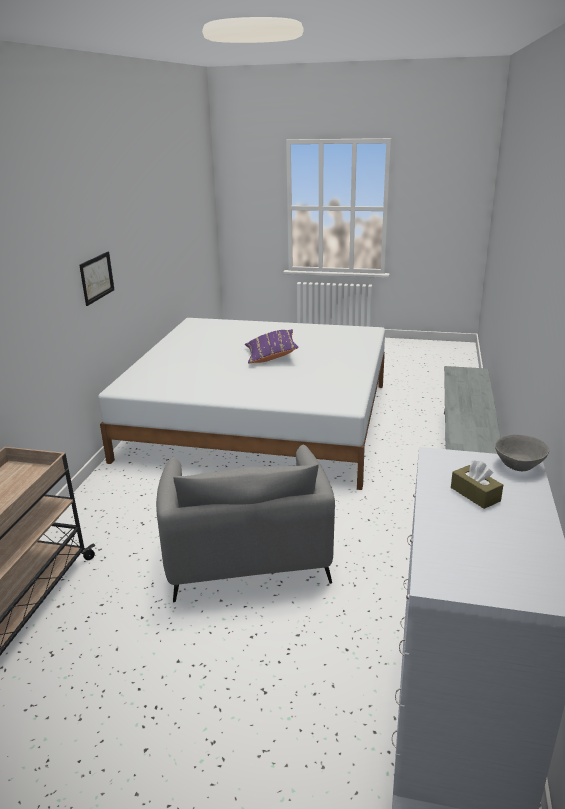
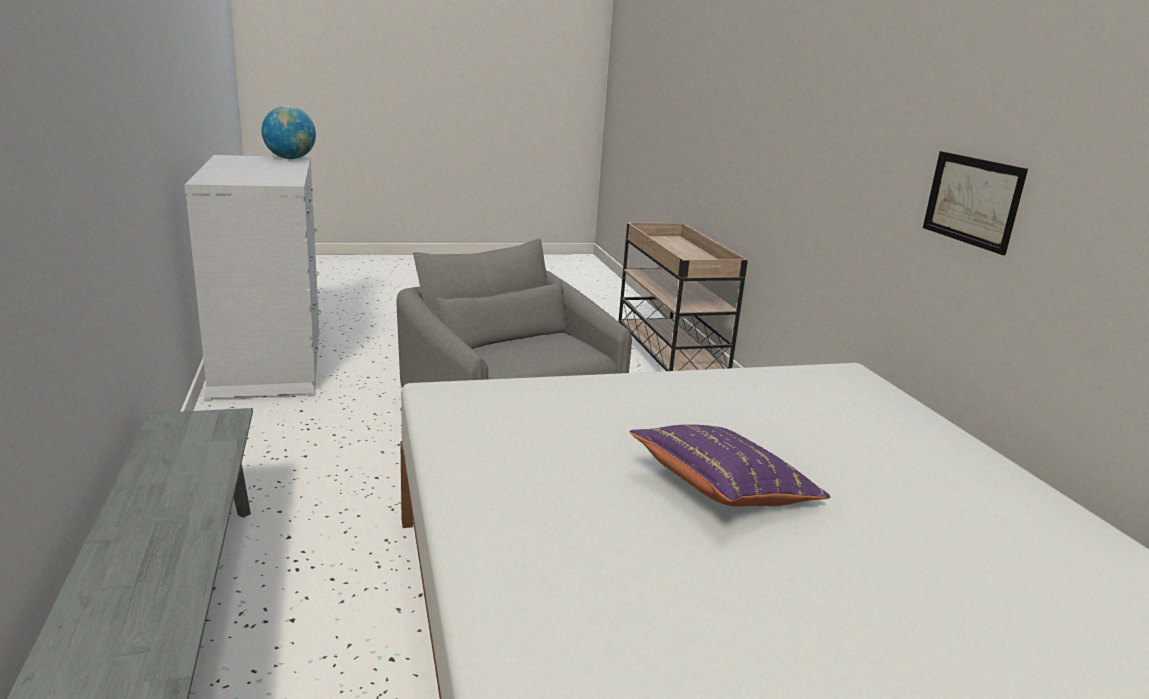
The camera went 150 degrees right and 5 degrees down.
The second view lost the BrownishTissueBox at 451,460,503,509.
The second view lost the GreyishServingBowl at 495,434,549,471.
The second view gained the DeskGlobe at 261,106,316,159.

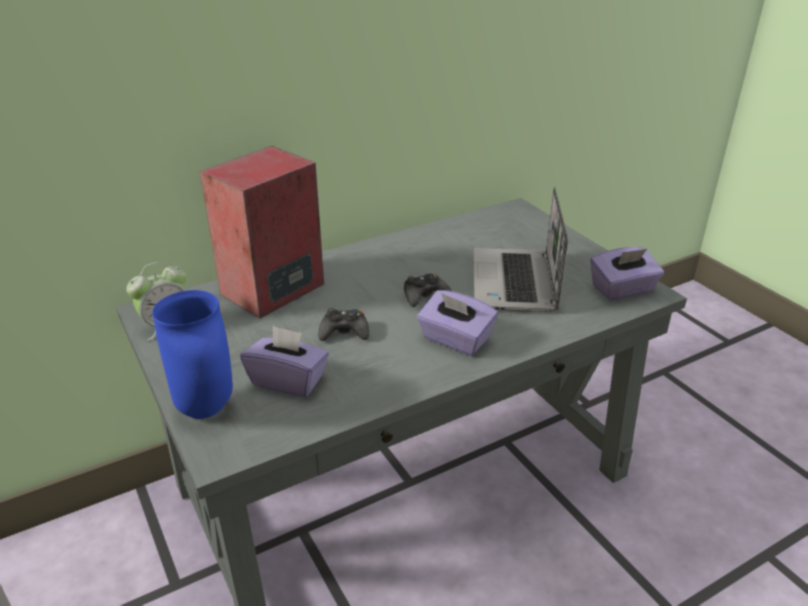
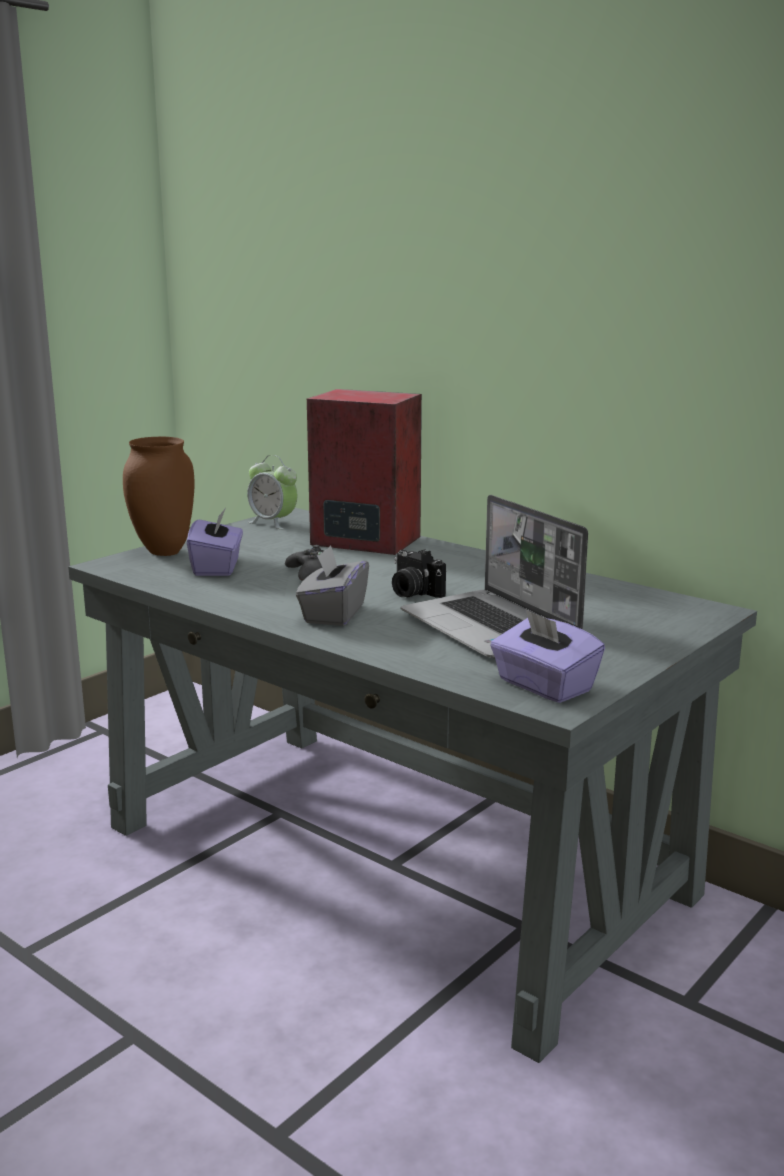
The camera went 70 degrees right and 15 degrees down.
Where the BlackishGamepad stood at 404,273,452,307, the StillCamera came to stand at 392,549,446,598.
What was the BlueColouredVase at 152,290,233,419 turned into the BrownishVase at 123,437,195,556.
What was the PurpleColouredTissueBox at 417,290,498,356 turned into the GreyishTissueBox at 296,545,369,626.
The NotebookComputer at 473,187,568,312 ended up facing another way, 105 degrees counterclockwise from before.

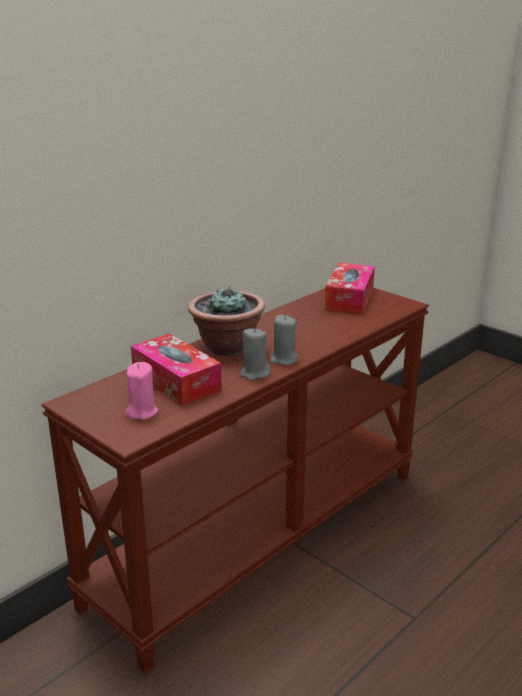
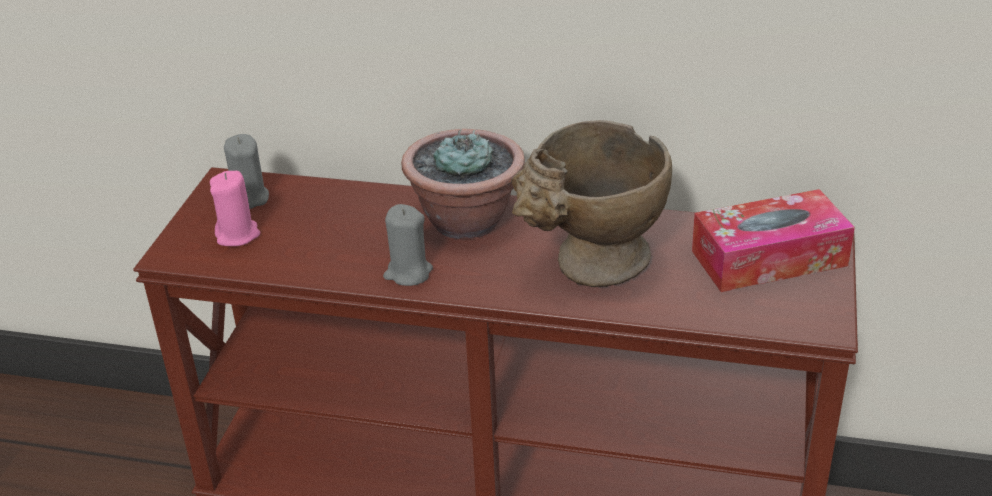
The camera went 60 degrees right and 10 degrees up.
The second view lost the TissueBox at 131,334,222,406.
The second view gained the SandColouredVase at 511,120,672,287.
The GreyishCandle ended up elsewhere, having gone from 270,315,298,365 to 224,134,269,209.

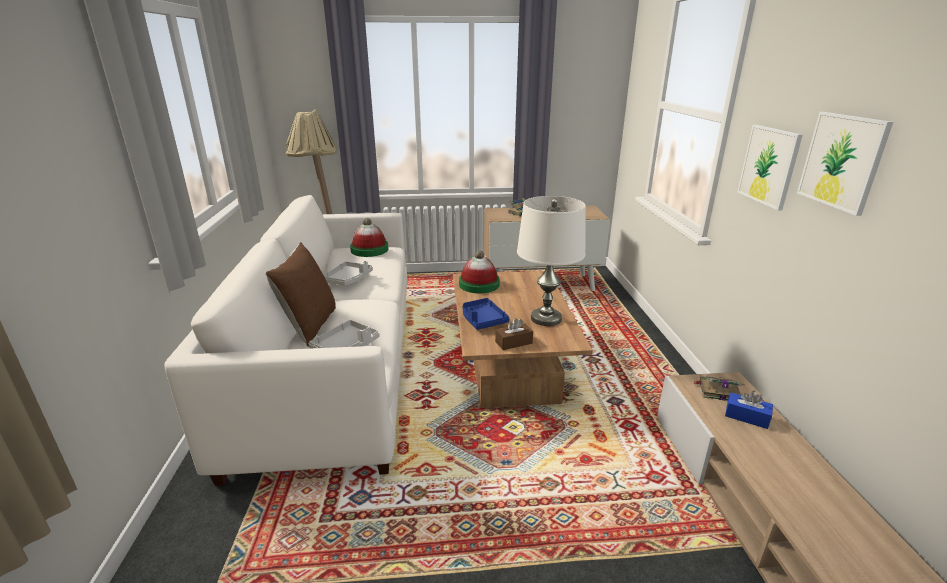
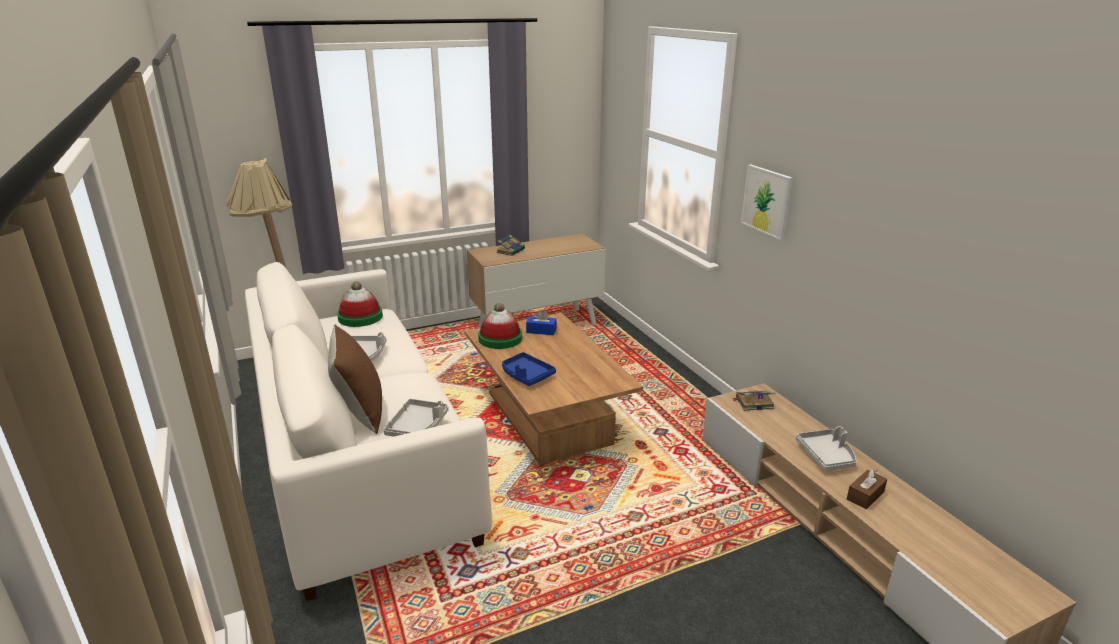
The camera went 20 degrees left and 0 degrees up.
The second view lost the WhitishLampForATable at 517,196,586,326.
The second view lost the WallArt at 797,112,893,216.
The second view gained the GreyishTray at 796,426,856,471.
The BrownishTissueBox ended up elsewhere, having gone from 495,318,533,350 to 847,468,887,509.
The BlueColouredTissueBox ended up elsewhere, having gone from 725,391,773,429 to 526,310,557,335.

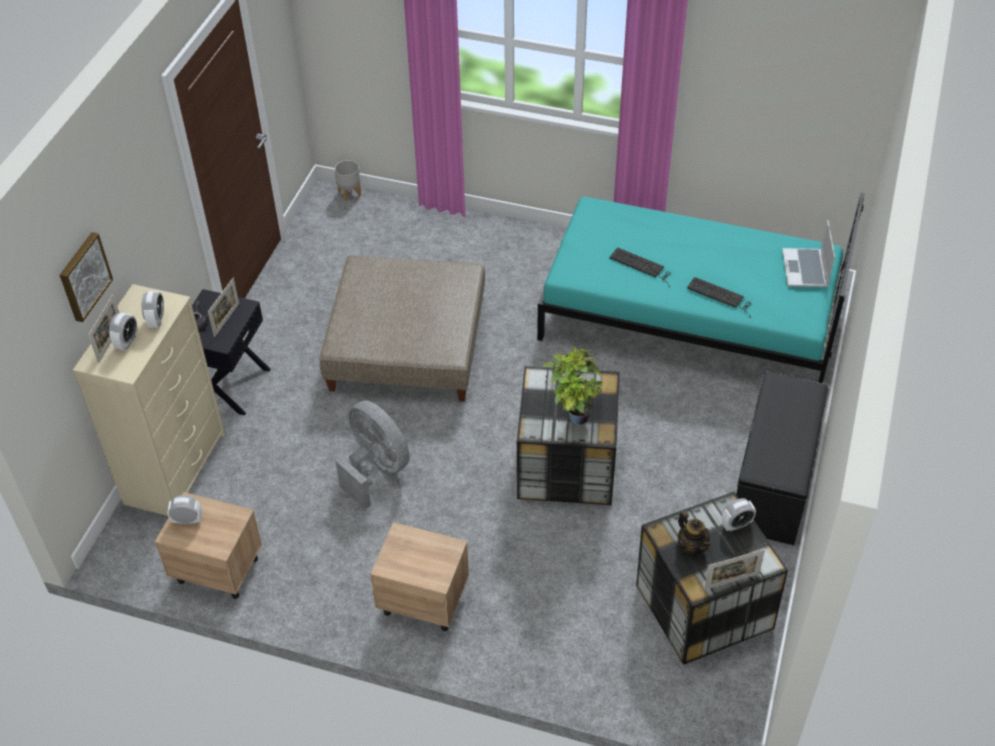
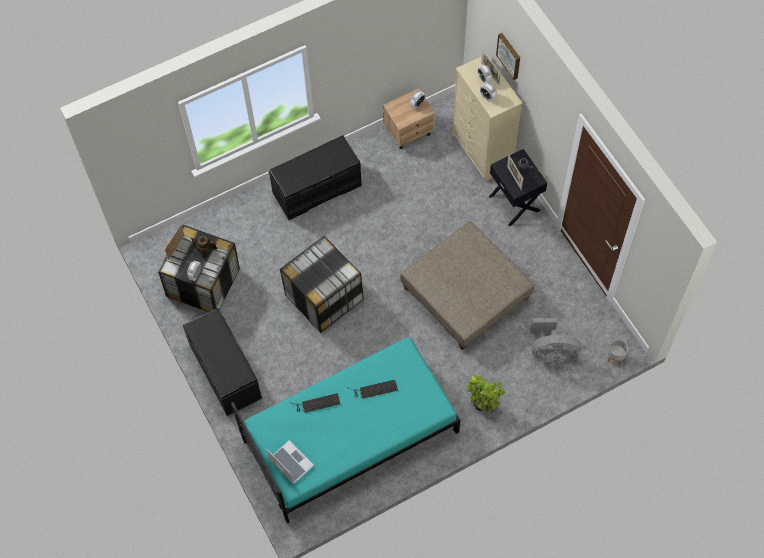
The camera went 135 degrees right and 15 degrees up.
The GreyishElectricFan ended up elsewhere, having gone from 335,400,410,509 to 531,318,581,362.
The PottedPlant ended up elsewhere, having gone from 543,346,603,425 to 466,375,505,413.
Where the SandColouredNightstand stood at 370,522,469,631, the BlackishIndoorBench came to stand at 269,135,362,220.

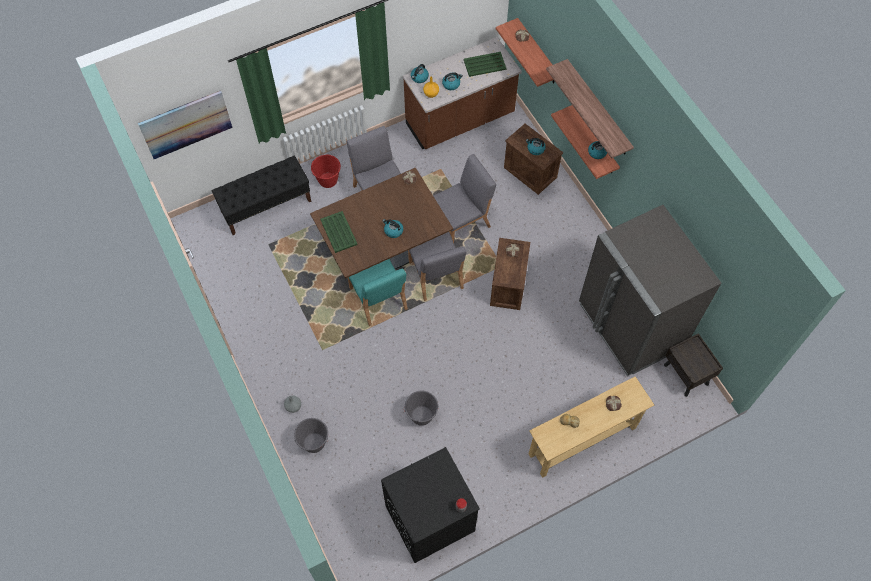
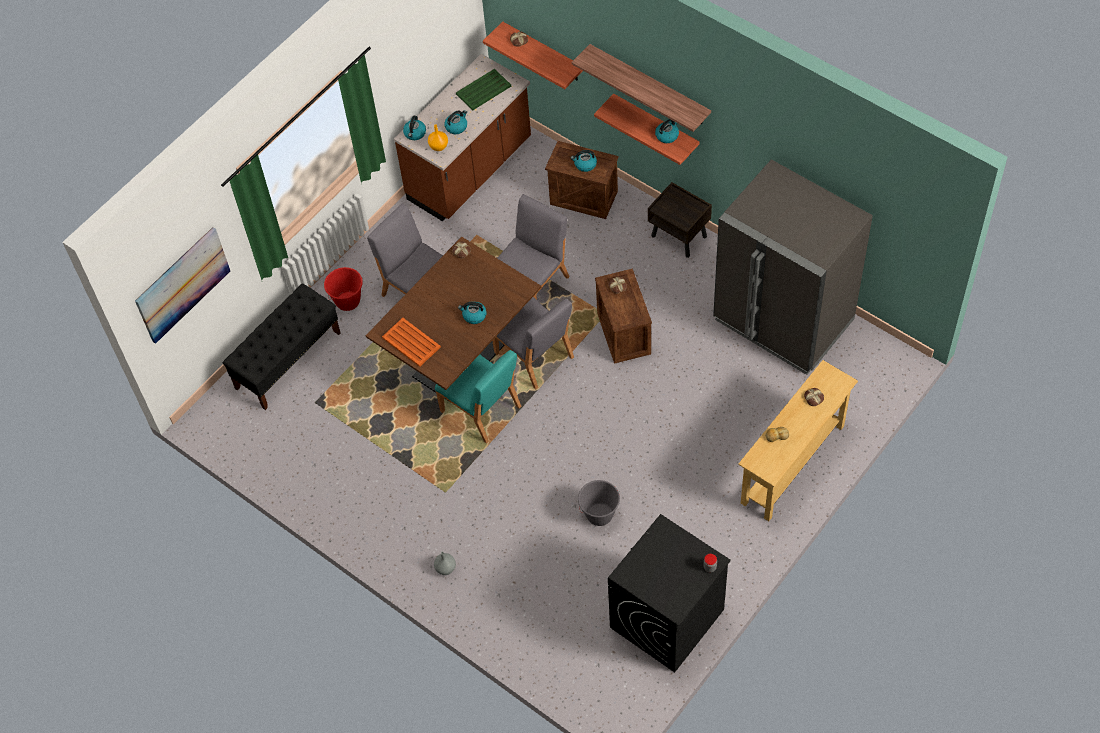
The camera went 20 degrees left and 5 degrees down.
The second view lost the GreyishPail at 294,418,330,453.
The BrownishNightstand ended up elsewhere, having gone from 664,333,723,397 to 648,182,712,258.
What was the GreenTray at 320,211,358,253 turned into the OrangeTray at 382,318,441,367.

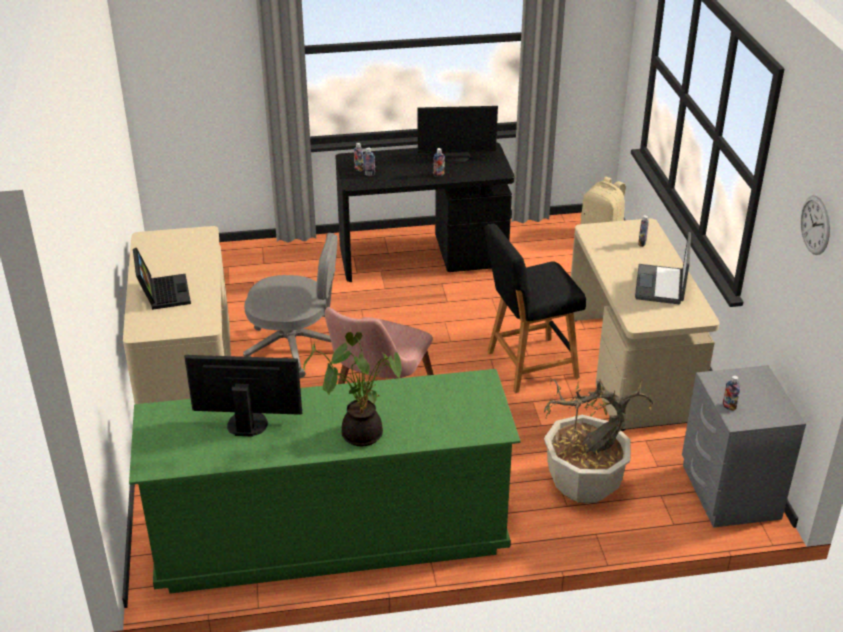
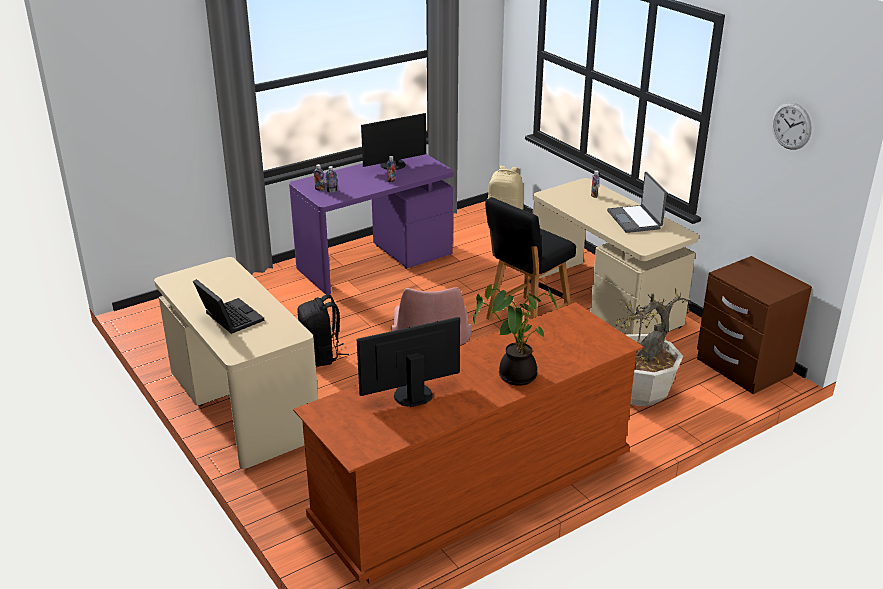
The camera went 25 degrees left and 5 degrees down.
The second view lost the DrinkBottle at 723,376,740,411.
Where the GreyishDeskChair stood at 243,233,338,378, the BlackishBackpack came to stand at 297,294,349,367.
What was the GreenDrawerChest at 129,369,521,594 turned into the BrownishDrawerChest at 293,302,643,584.
What was the BlackishDesk at 335,142,514,282 turned into the PurpleColouredDesk at 289,154,454,295.
What was the GreyishNightstand at 682,365,806,528 turned into the BrownishNightstand at 697,256,812,394.

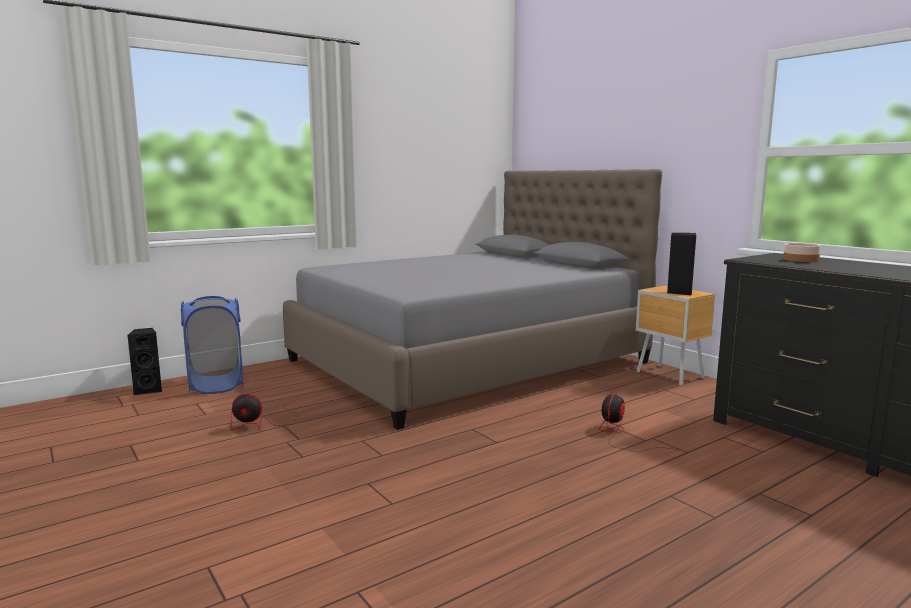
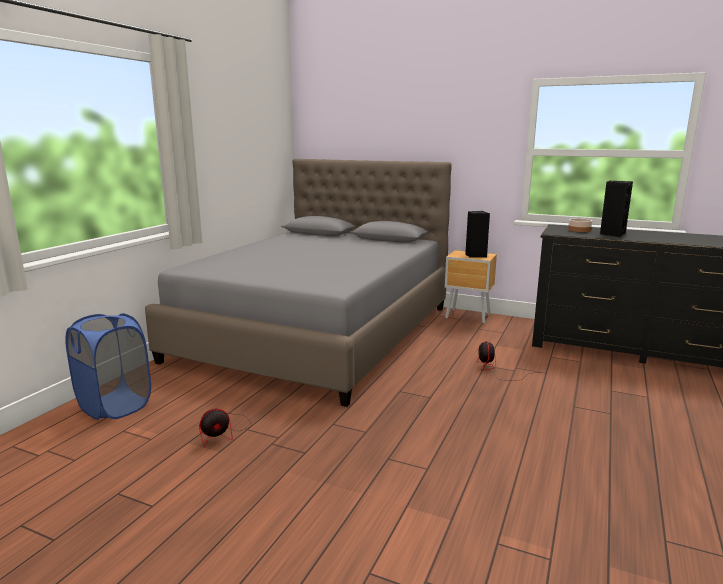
The camera went 30 degrees left and 5 degrees up.
The BlackishAudioSpeaker ended up elsewhere, having gone from 127,328,162,395 to 600,181,633,237.

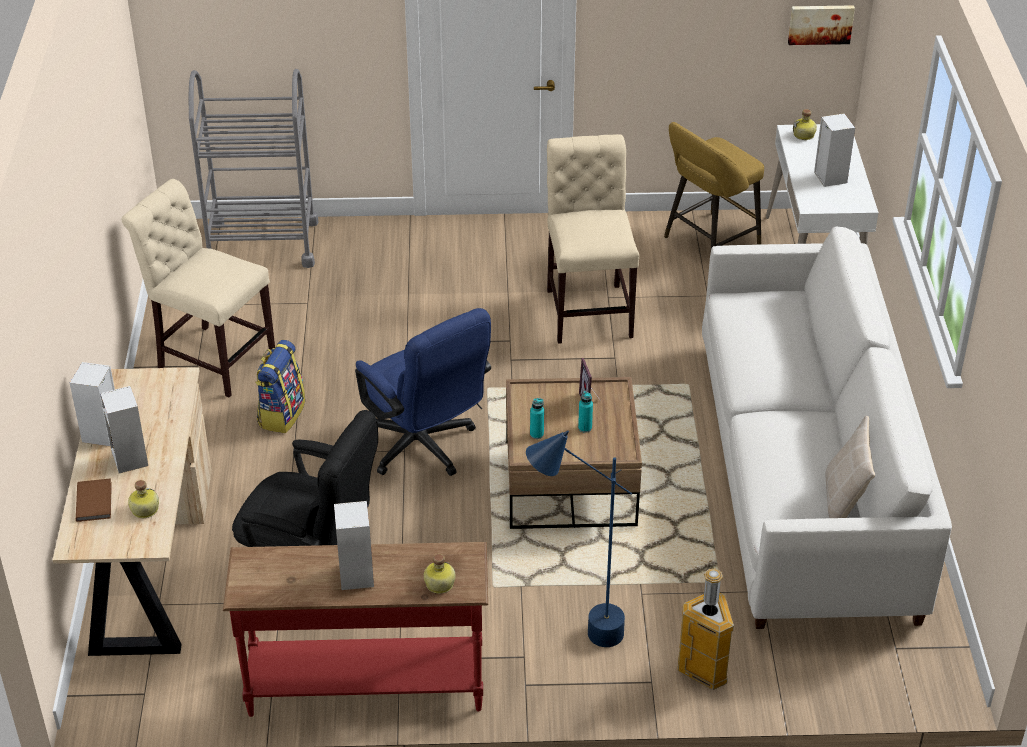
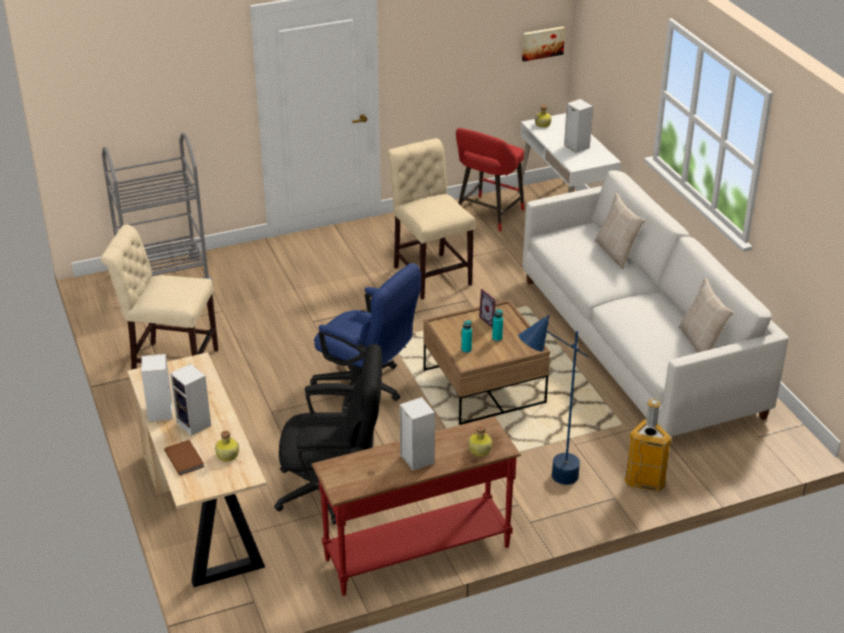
The camera went 20 degrees left and 5 degrees down.
The second view lost the Backpack at 256,340,305,433.
The second view gained the SandColouredPillow at 595,193,645,269.
What was the YellowStool at 664,122,764,248 turned into the RedColouredStool at 456,128,524,232.

